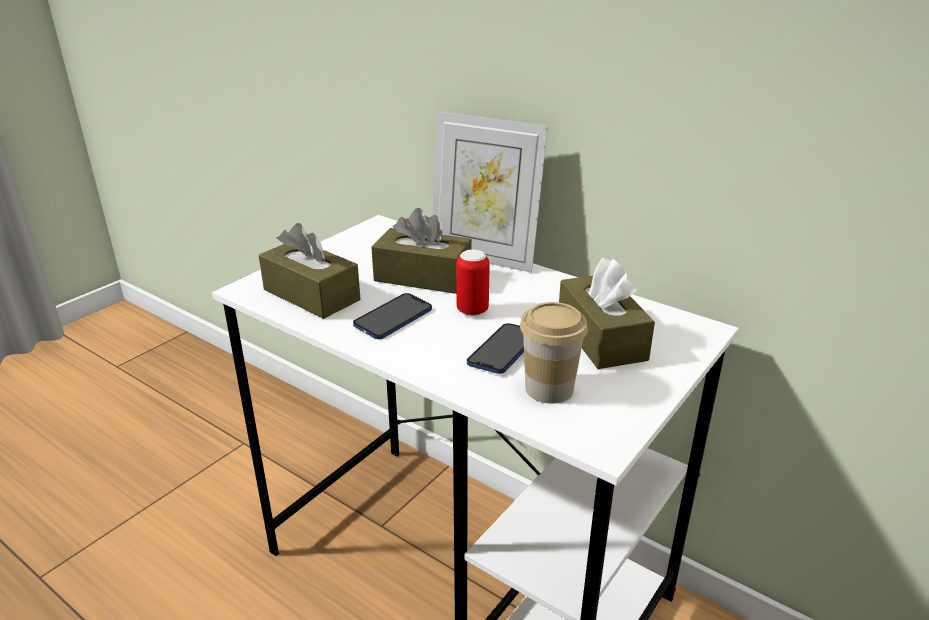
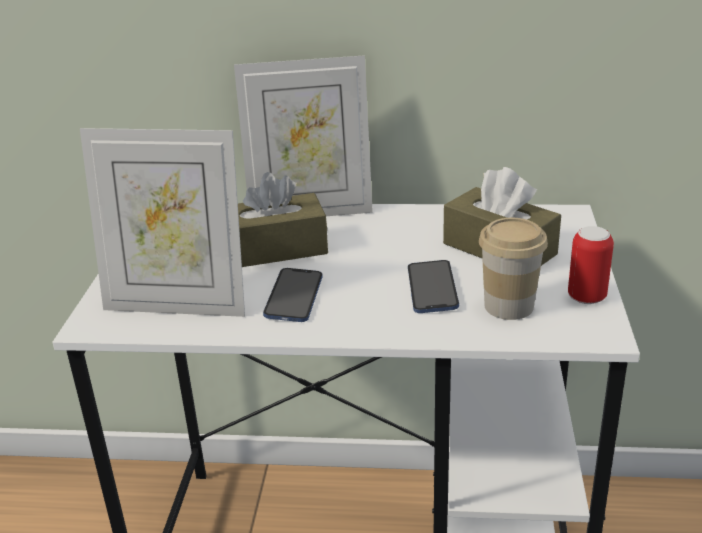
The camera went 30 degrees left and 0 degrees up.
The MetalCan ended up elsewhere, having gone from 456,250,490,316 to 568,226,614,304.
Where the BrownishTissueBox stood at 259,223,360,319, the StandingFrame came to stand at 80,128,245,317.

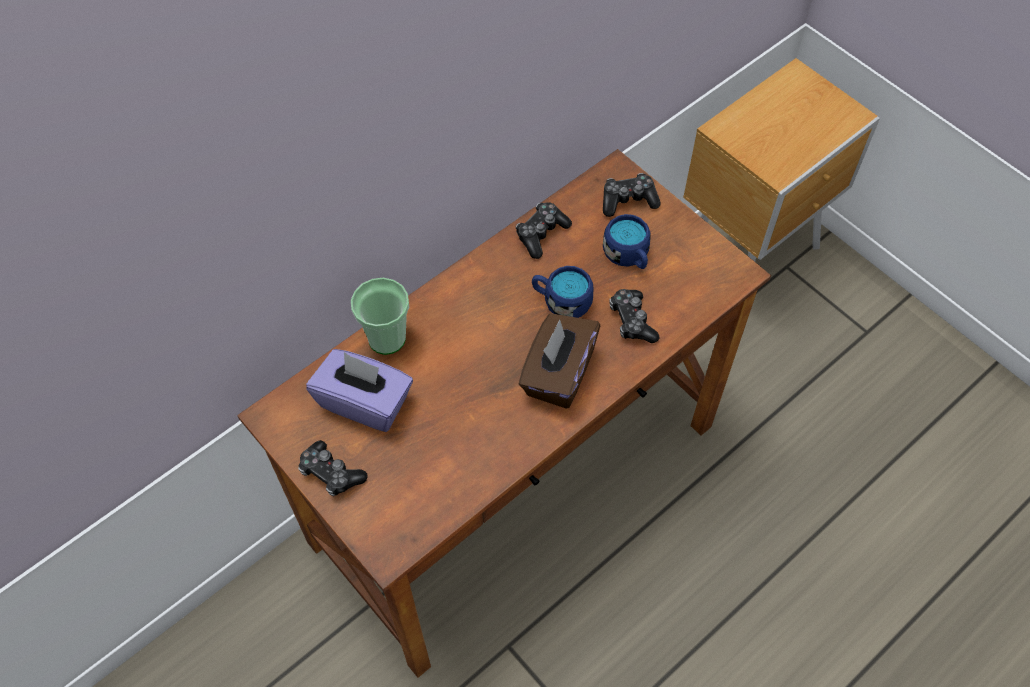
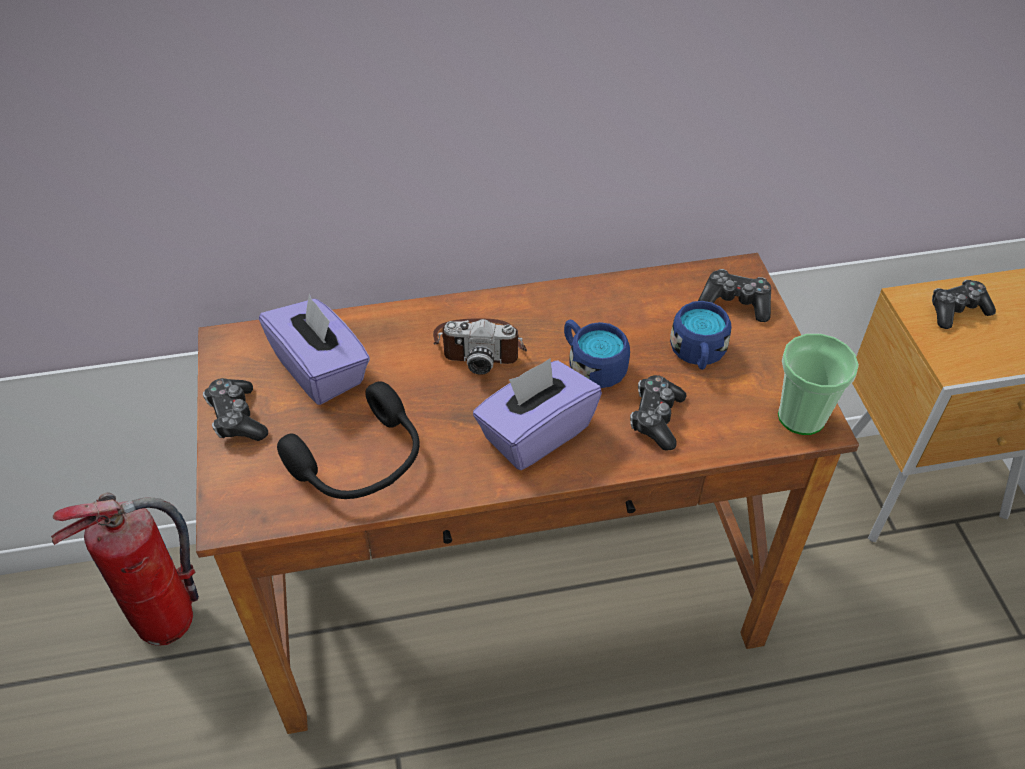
The camera went 30 degrees right and 10 degrees down.
The second view gained the FireFightingCylinder at 51,492,199,646.
The second view gained the BlackishHeadset at 277,381,420,499.
The second view gained the StillCamera at 433,318,527,375.
The SmallCup ended up elsewhere, having gone from 351,278,409,355 to 778,334,859,435.
The Gamepad ended up elsewhere, having gone from 516,202,572,259 to 932,280,996,329.
What was the BrownishTissueBox at 519,313,601,408 turned into the PurpleColouredTissueBox at 473,358,602,470.

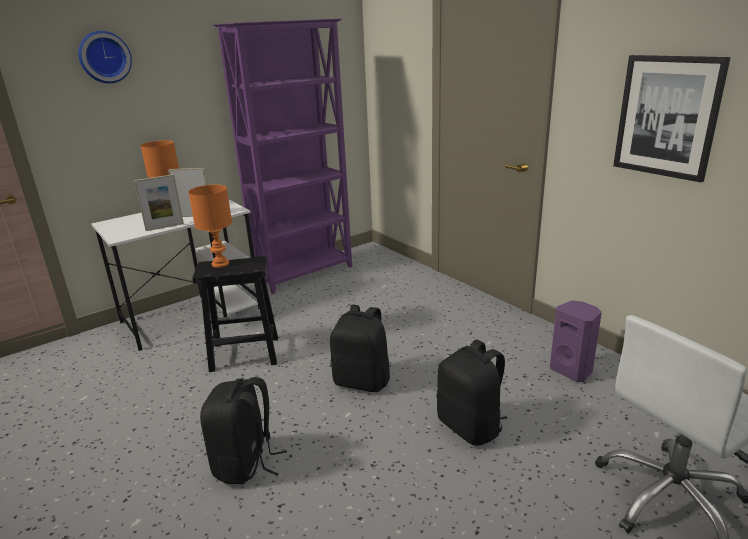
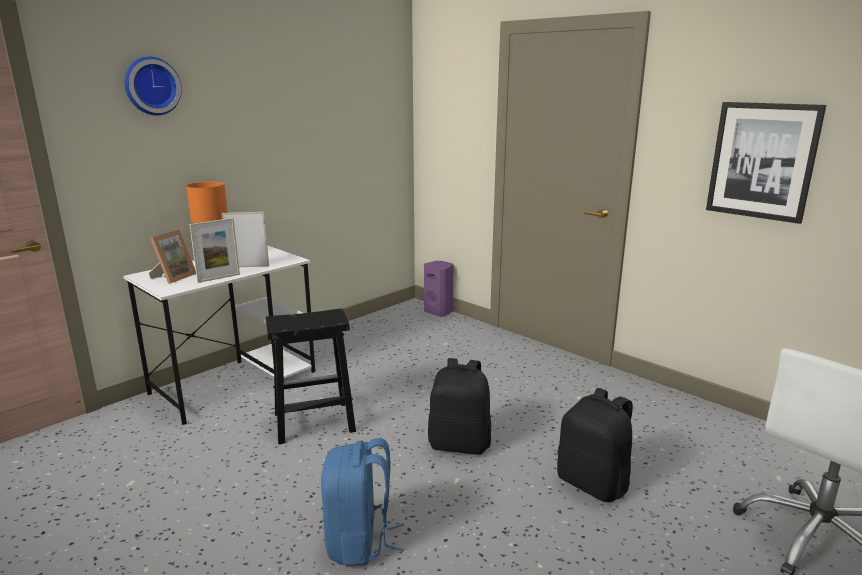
The camera went 10 degrees left and 5 degrees down.
The second view lost the OrangeLampForATable at 188,185,232,268.
The second view lost the PurpleColouredShelvingUnit at 213,19,352,294.
The second view gained the StandingFrame at 149,230,196,284.
The PurpleColouredAudioSpeaker ended up elsewhere, having gone from 550,301,602,382 to 424,261,453,317.
What was the BlackishBackpack at 200,377,287,485 turned into the BlueColouredBackpack at 321,438,405,566.

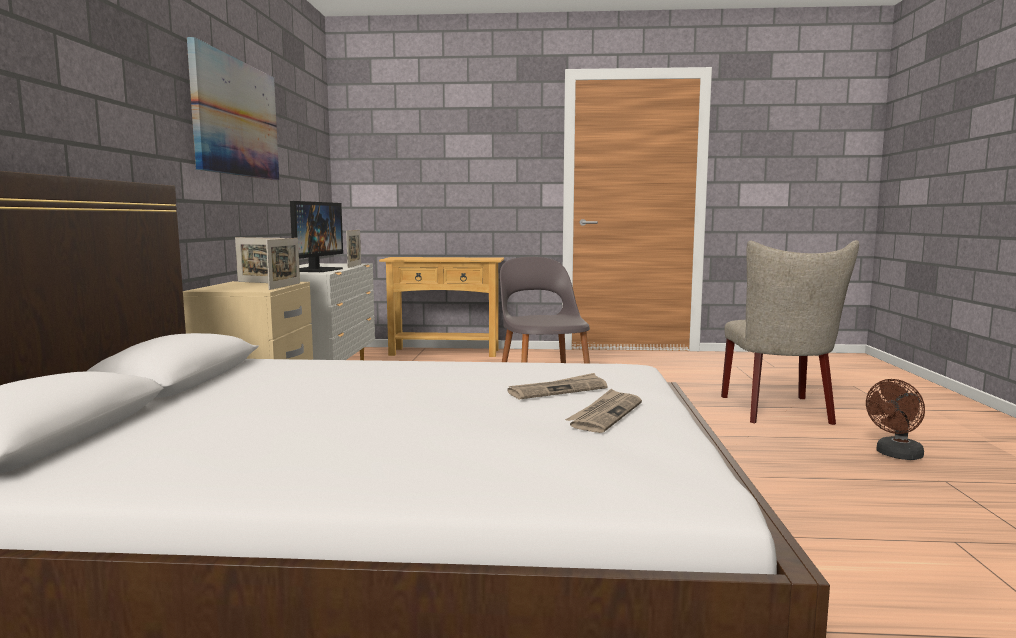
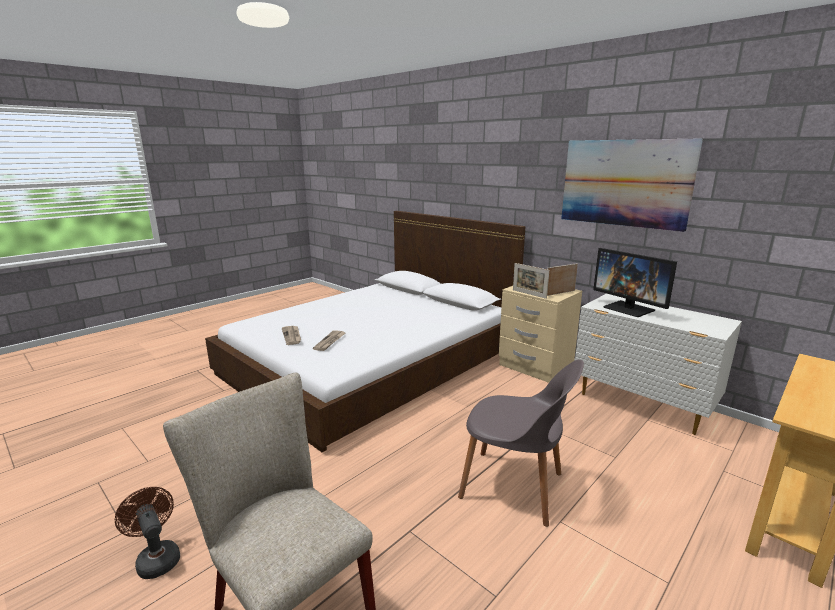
The camera went 130 degrees right and 10 degrees up.
The second view lost the StandingFrame at 346,230,361,268.
The BrownishElectricFan at 866,379,925,460 ended up facing another way, 45 degrees counterclockwise from before.

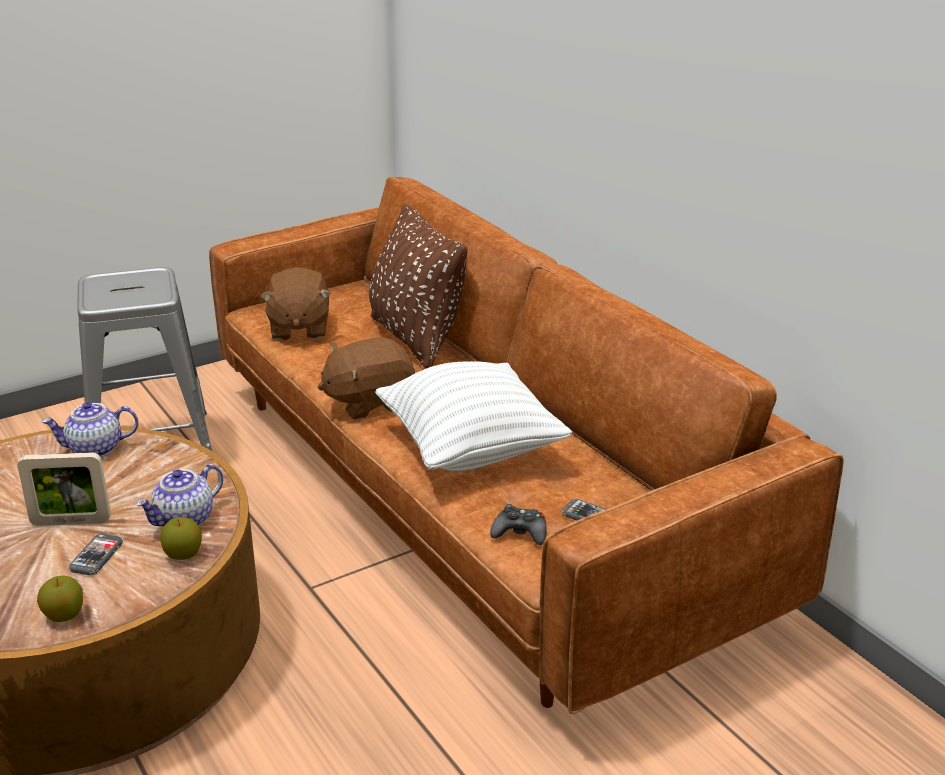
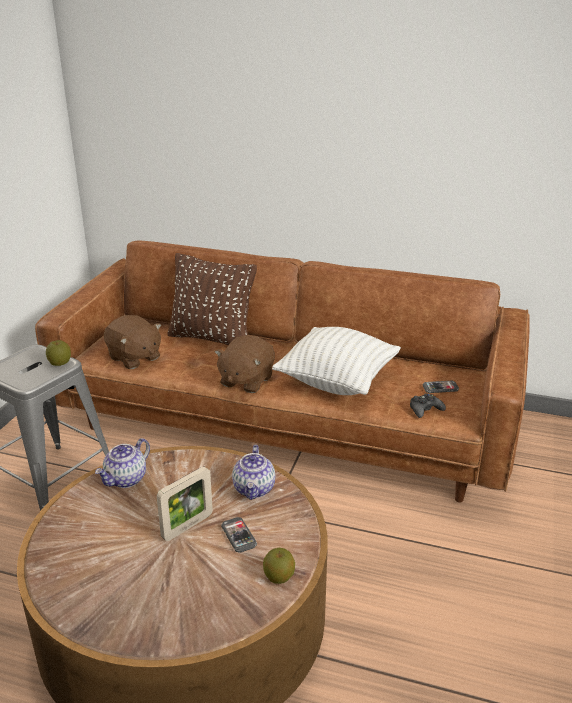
The camera went 40 degrees left and 0 degrees up.
The WholeApple ended up elsewhere, having gone from 160,517,202,560 to 46,340,71,366.

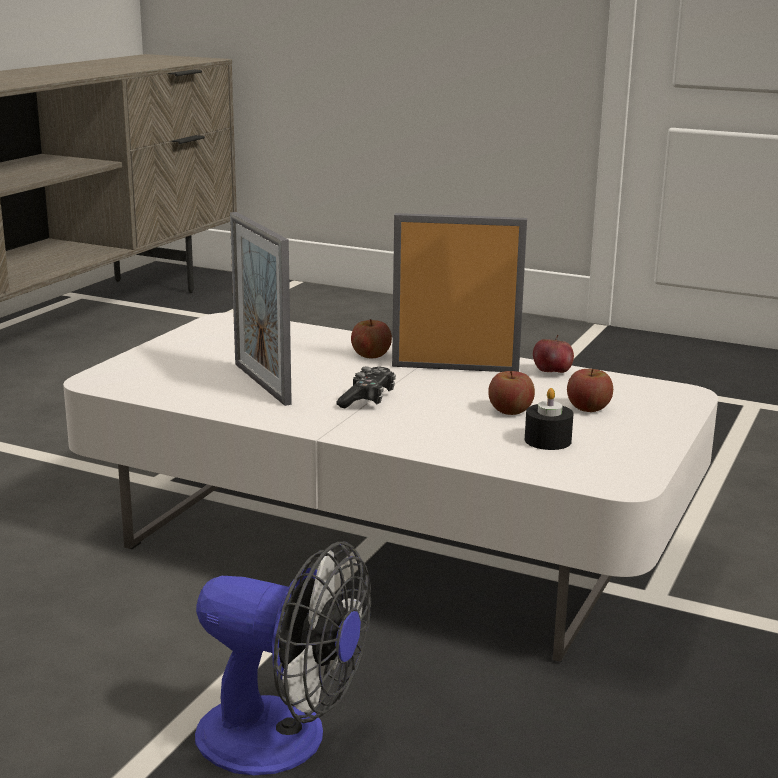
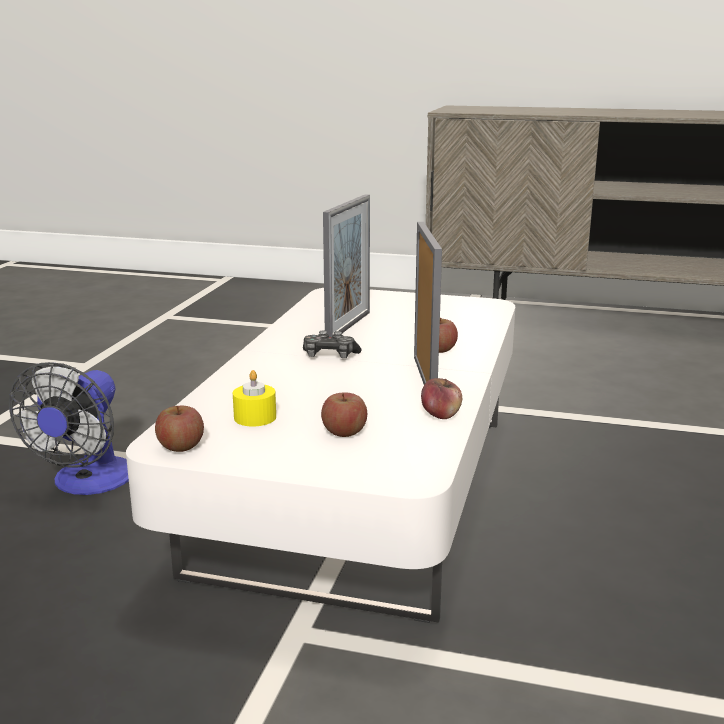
The camera went 80 degrees right and 0 degrees up.
The WholeApple ended up elsewhere, having gone from 488,371,535,415 to 155,406,204,452.
What was the BlackishCandle at 525,388,573,450 turned into the YellowCandle at 233,370,276,426.
The StandingFrame at 230,212,292,406 ended up facing another way, 150 degrees clockwise from before.

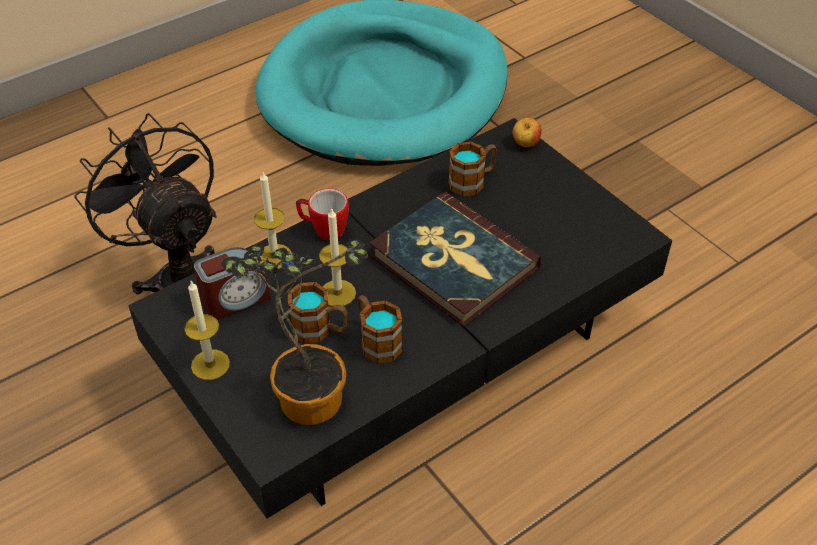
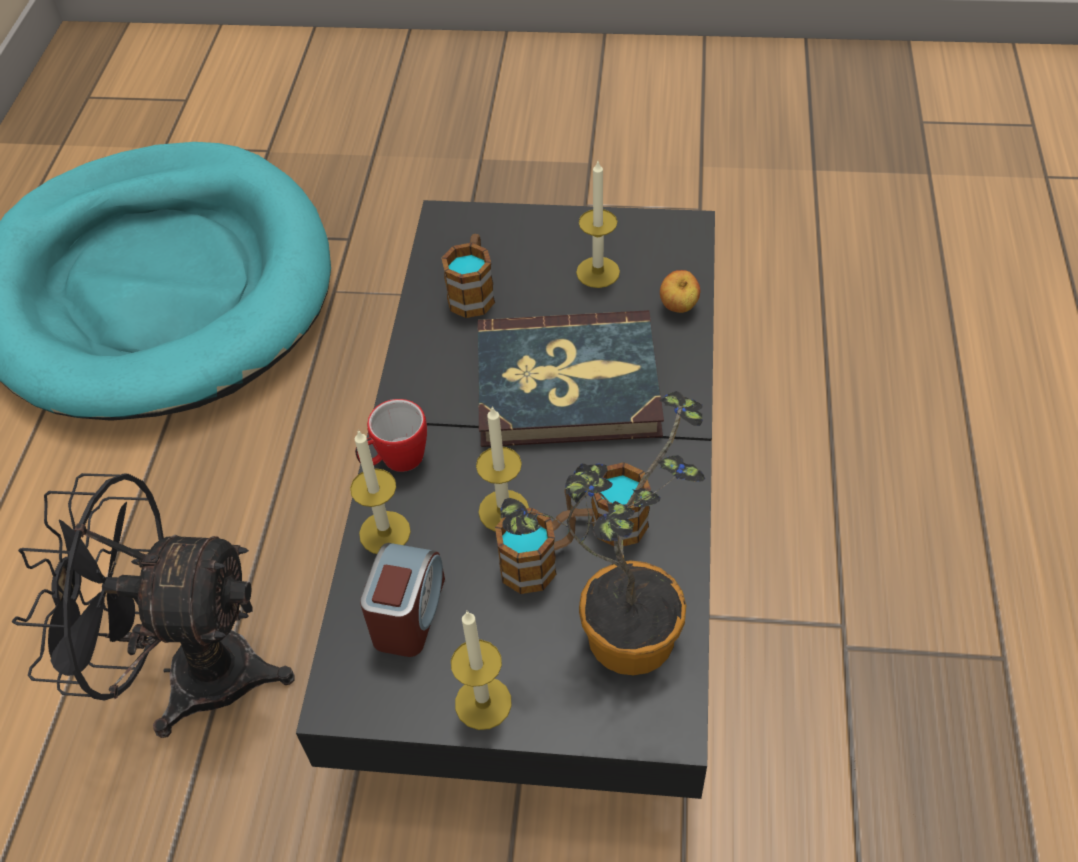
The camera went 45 degrees left and 5 degrees up.
The second view gained the Candle at 576,161,620,288.
The WholeApple ended up elsewhere, having gone from 513,118,542,147 to 660,270,700,313.

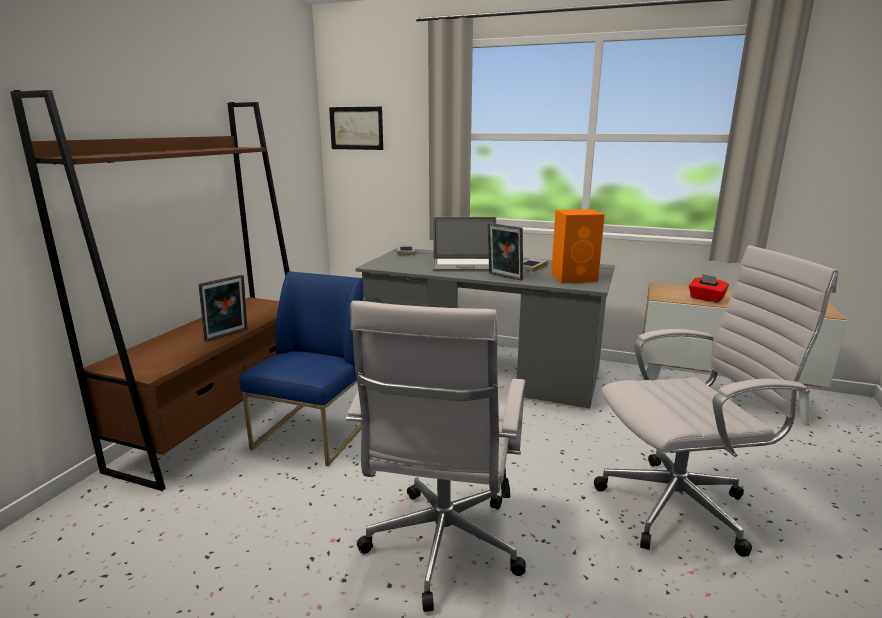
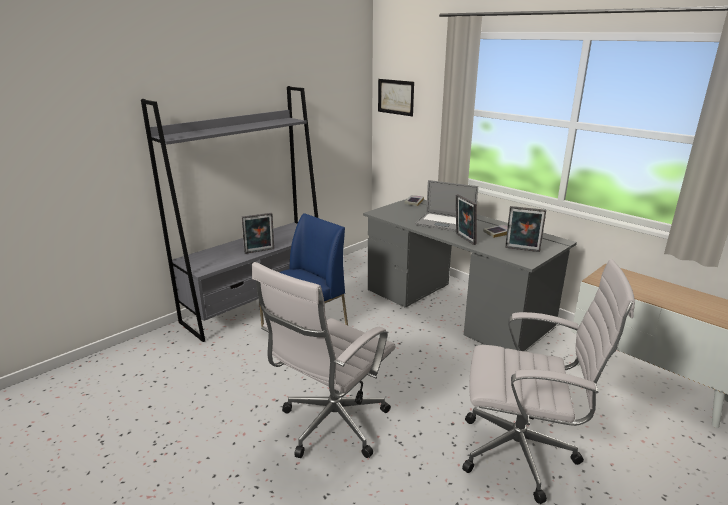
The camera went 25 degrees right and 5 degrees up.
The second view lost the RedColouredTissueBox at 689,274,729,303.
Where the OrangeAudioSpeaker stood at 551,209,605,283, the StandingFrame came to stand at 505,206,546,252.
What was the BrownishShelvingUnit at 10,90,289,491 turned into the GreyishShelvingUnit at 141,86,318,342.

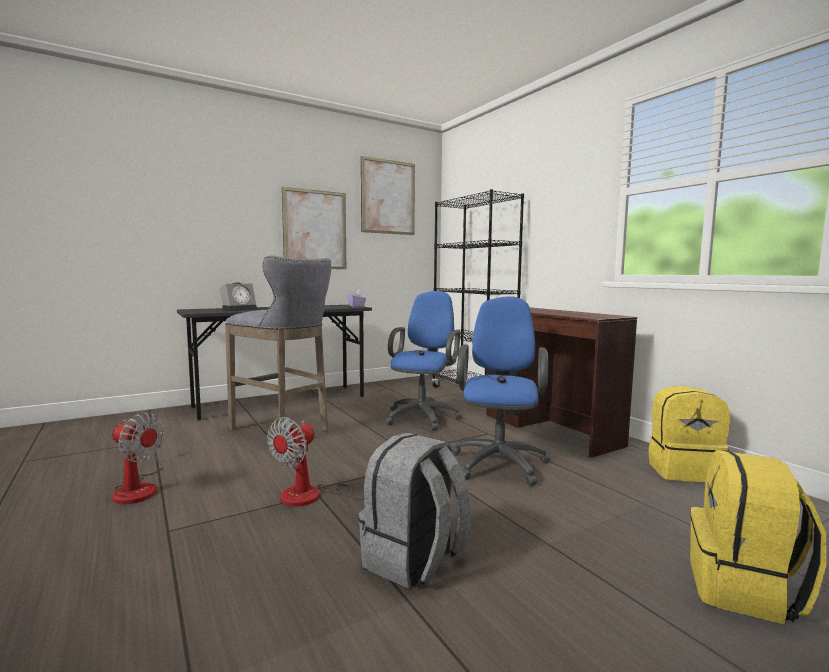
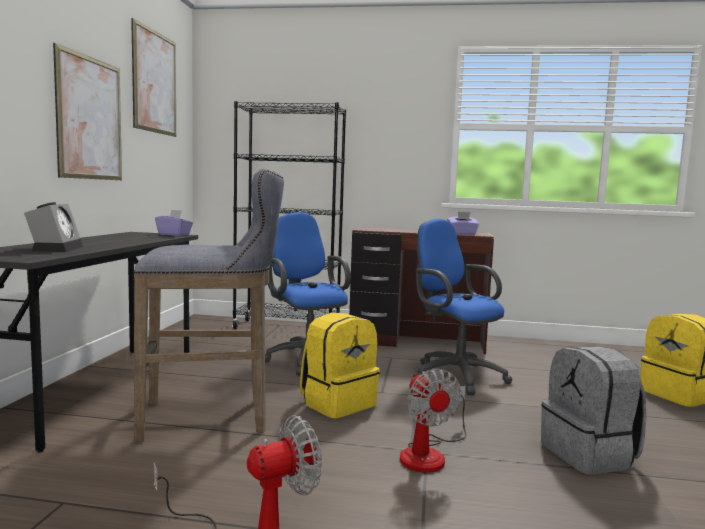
The camera went 50 degrees left and 0 degrees up.
The second view gained the PurpleColouredTissueBox at 447,212,479,235.
The YellowBackpack ended up elsewhere, having gone from 649,386,730,482 to 300,313,380,418.

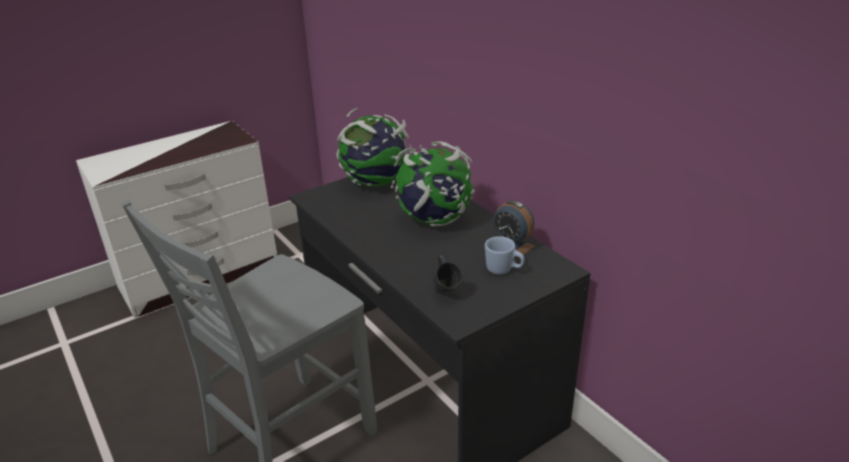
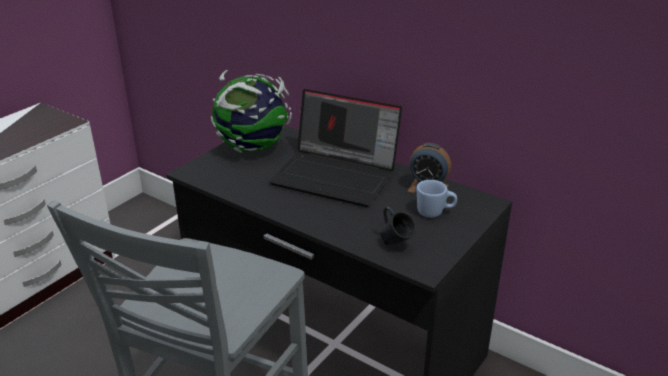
The camera went 20 degrees left and 0 degrees up.
Where the DeskGlobe stood at 391,141,475,226, the NotebookComputer came to stand at 269,89,402,207.

